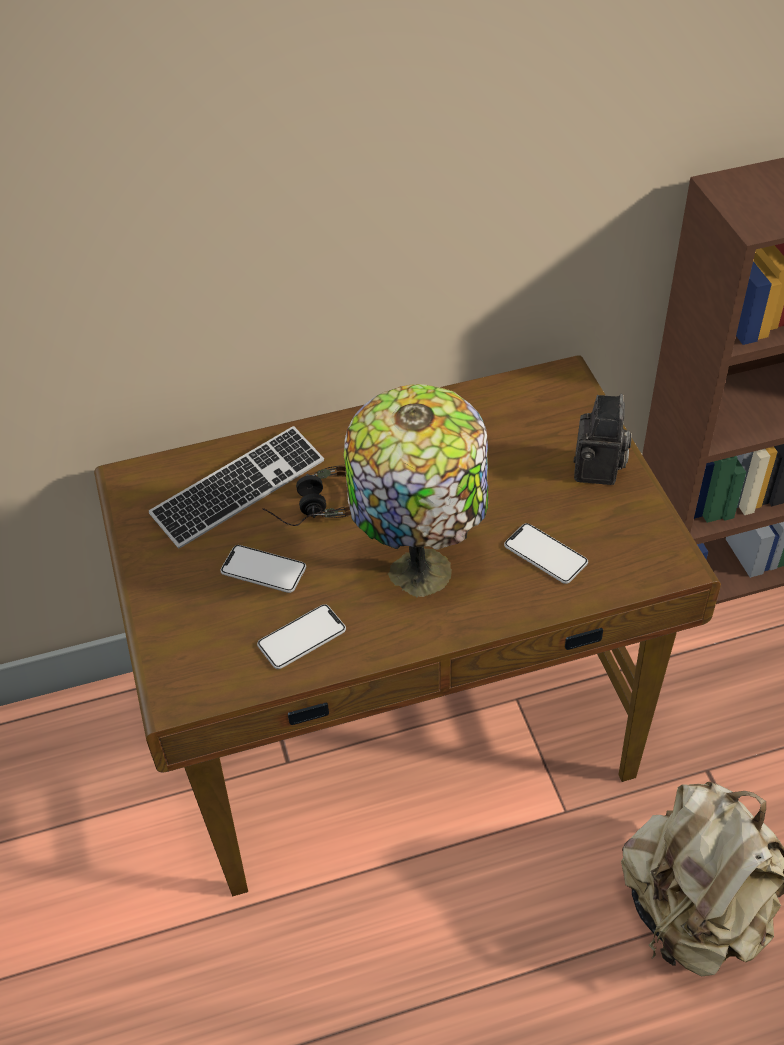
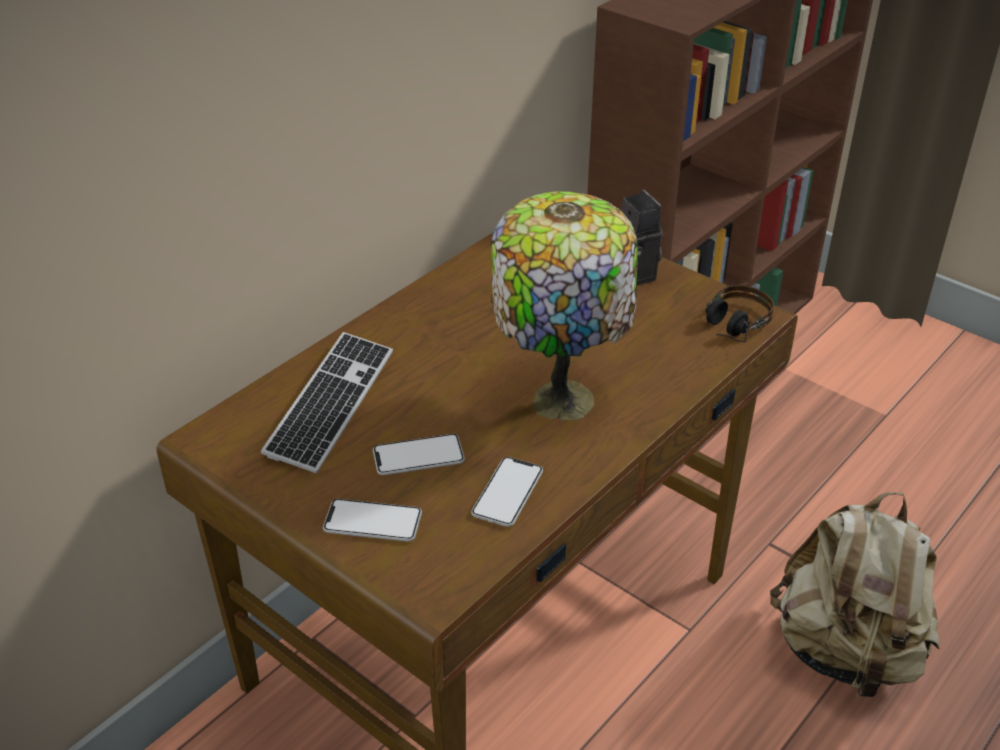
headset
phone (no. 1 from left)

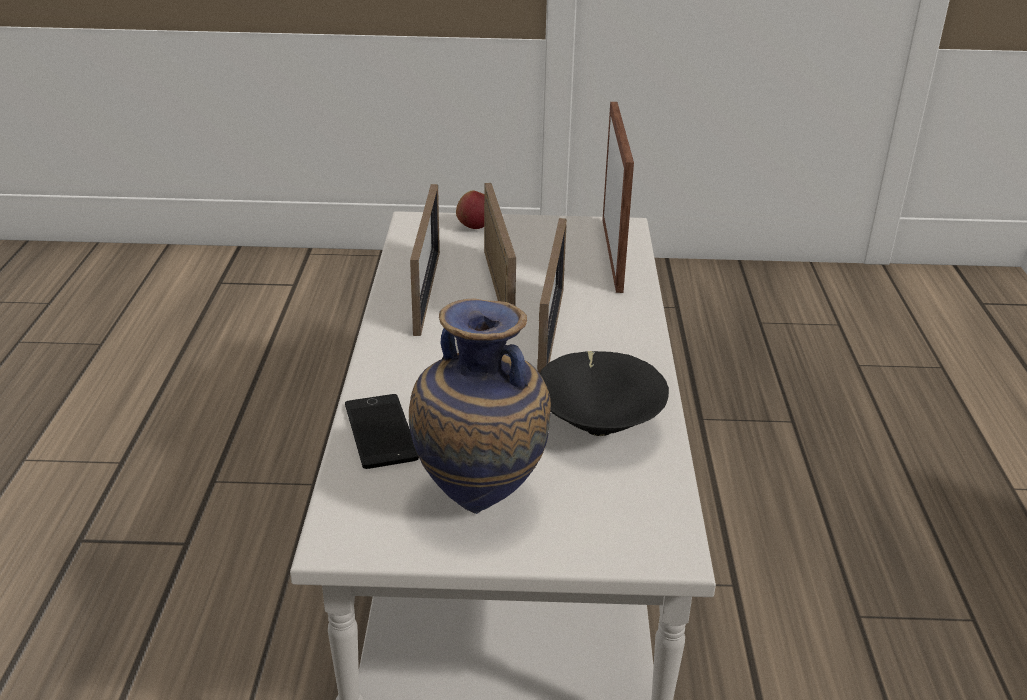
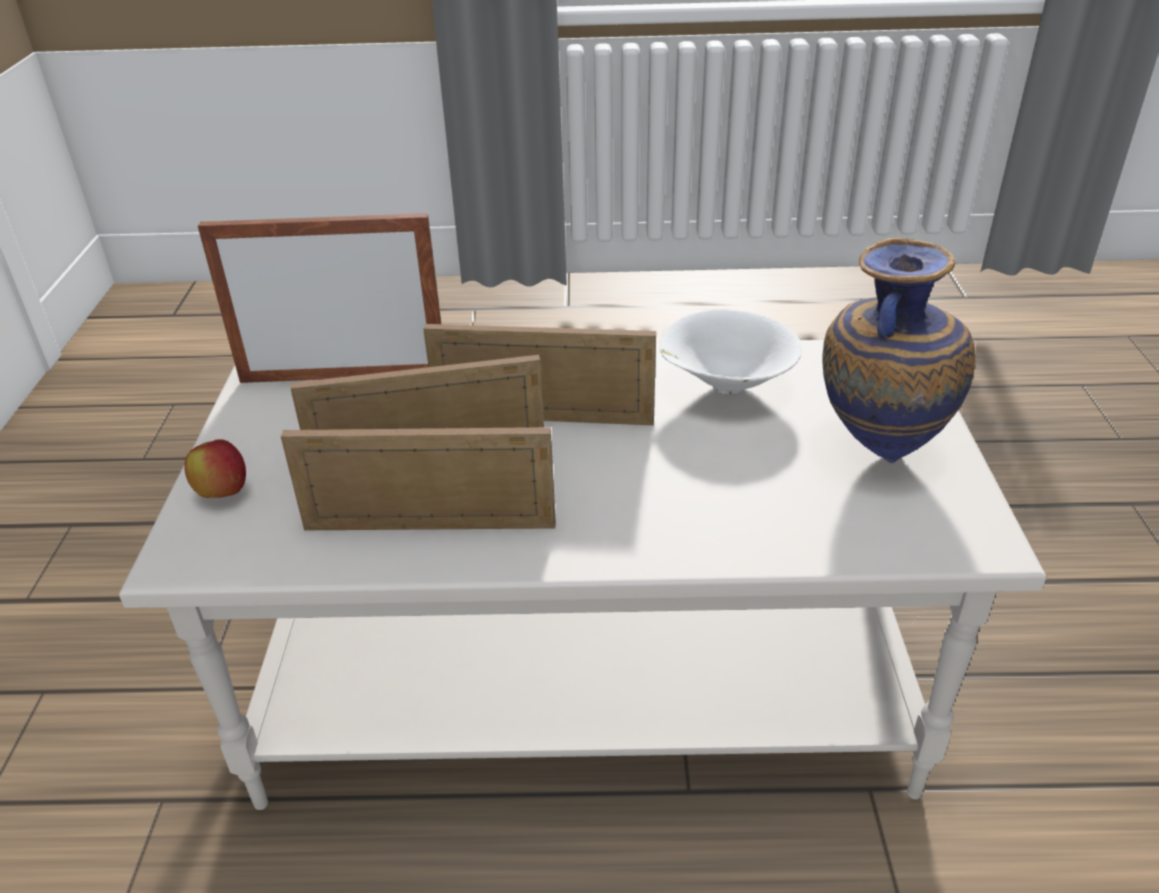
whitish deep dish
phone

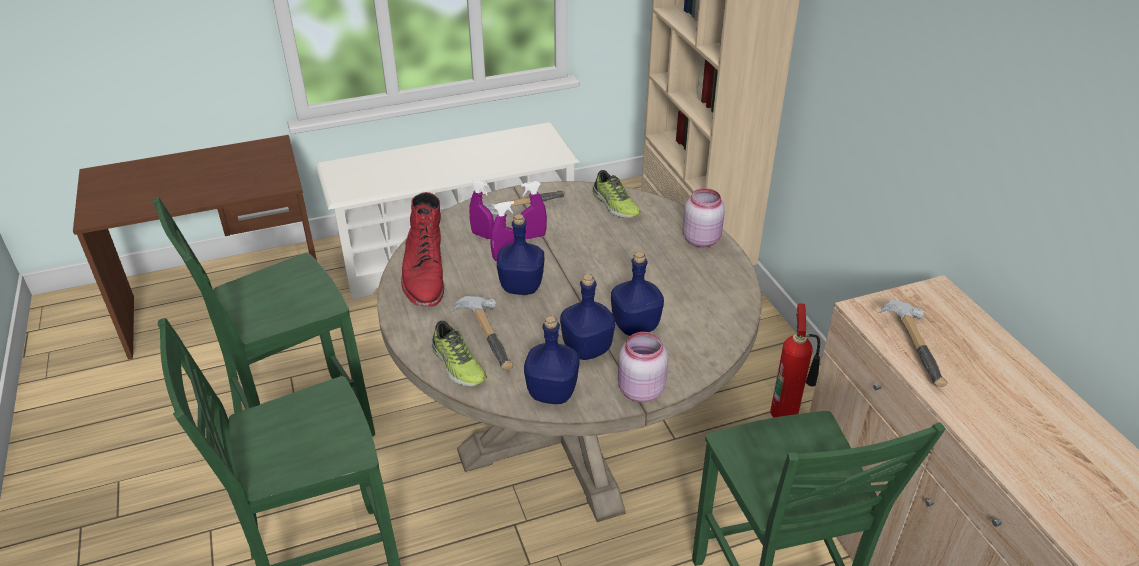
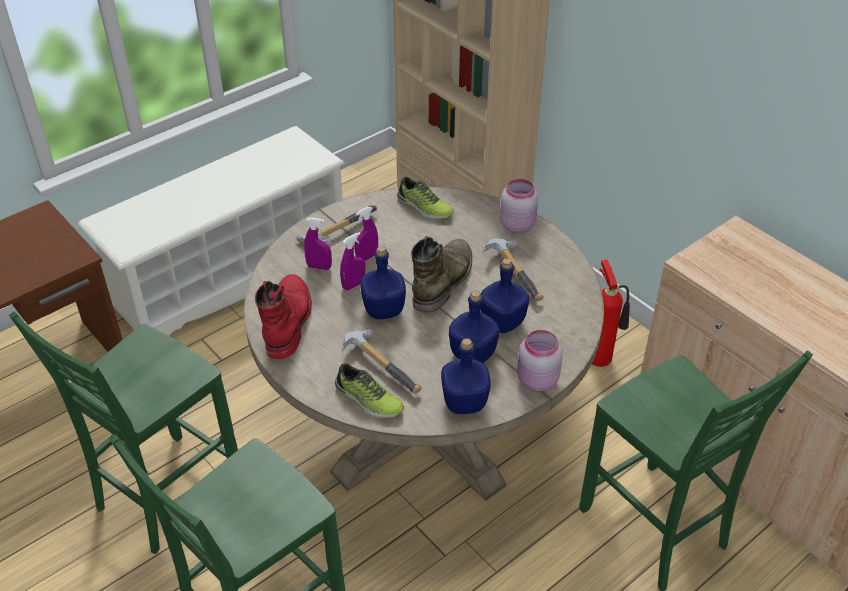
red-coloured high-top boot
hand hammer (no. 3 from left)
green-coloured high-top boot

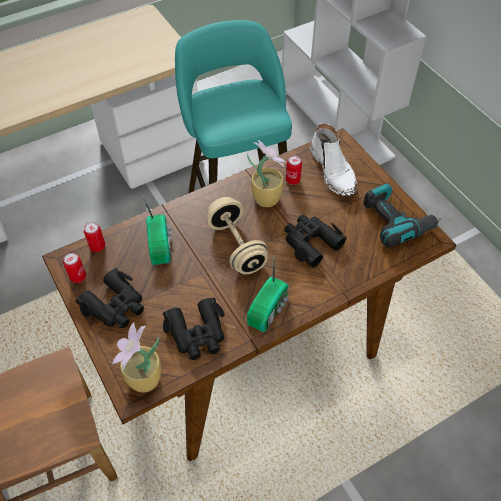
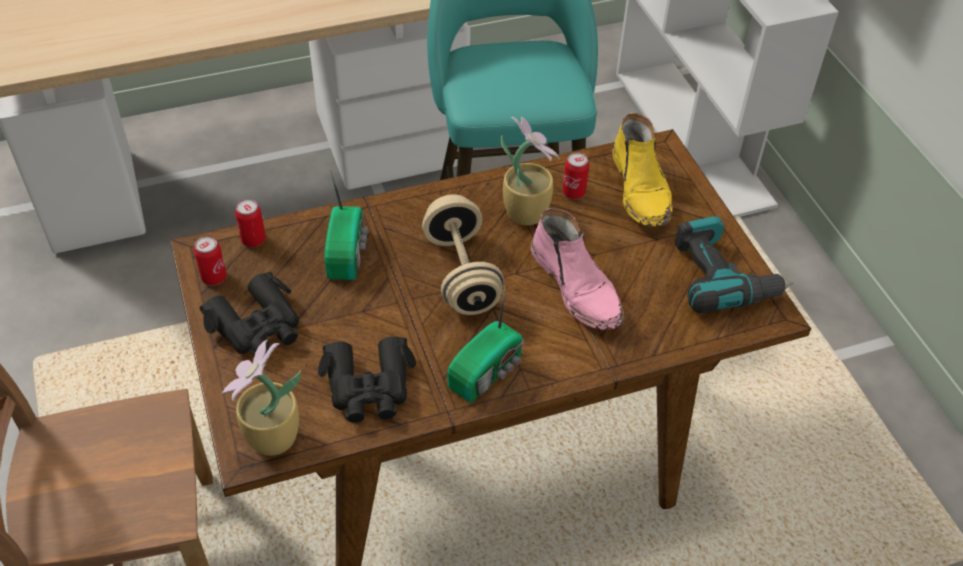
yellowish high-top boot
pink-coloured high-top boot

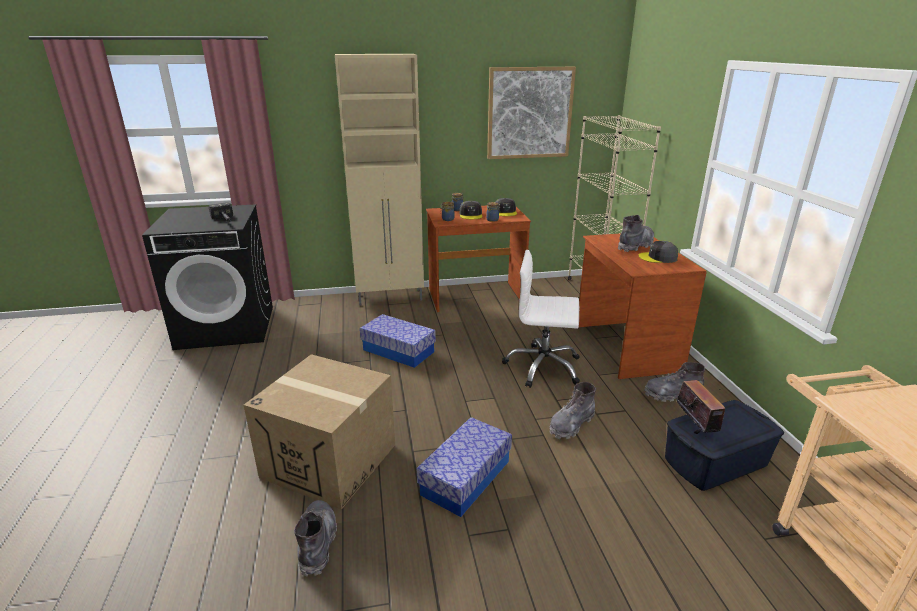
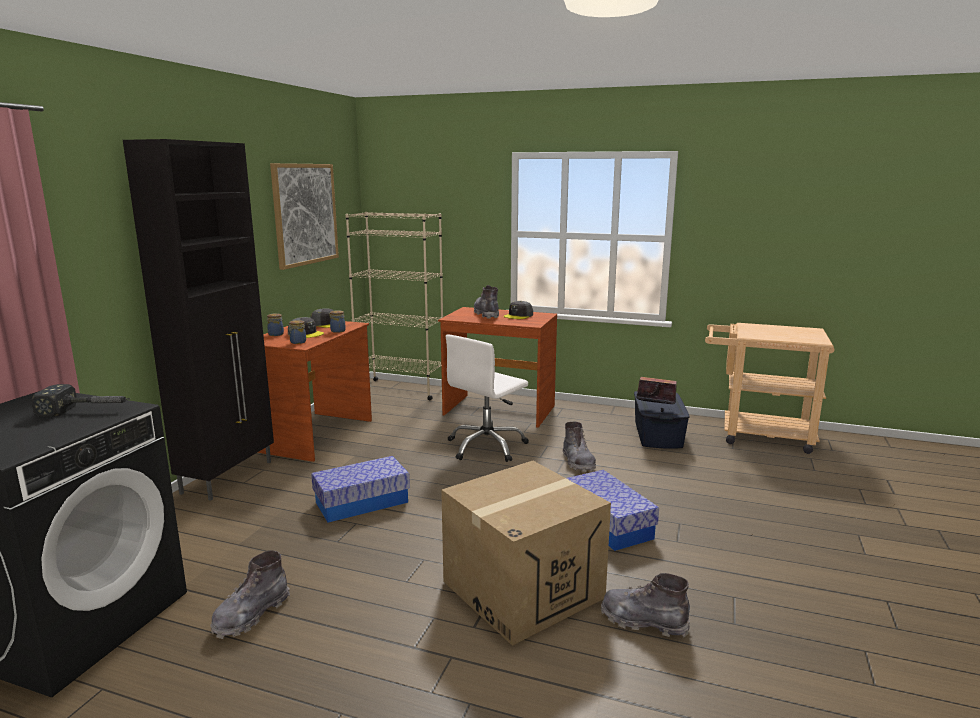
black storage cabinet
gray high-top boot (no. 1 from left)

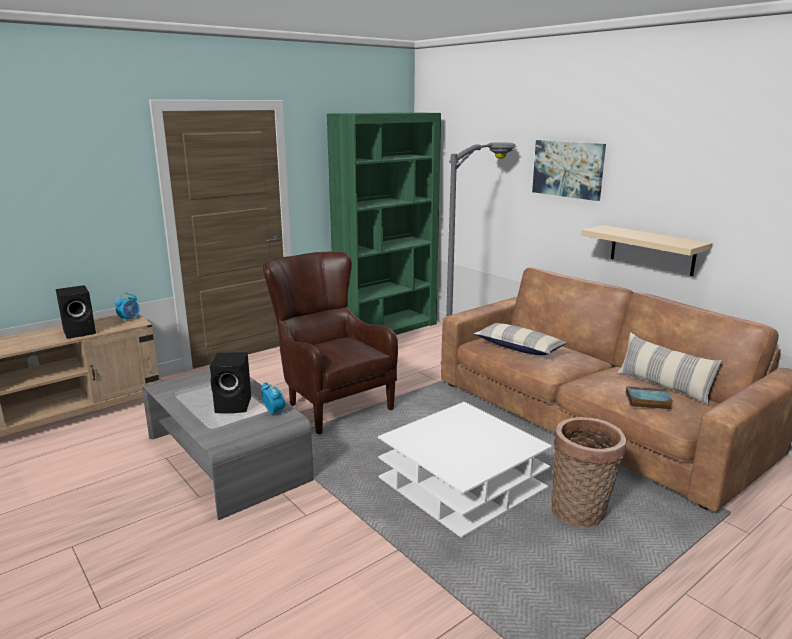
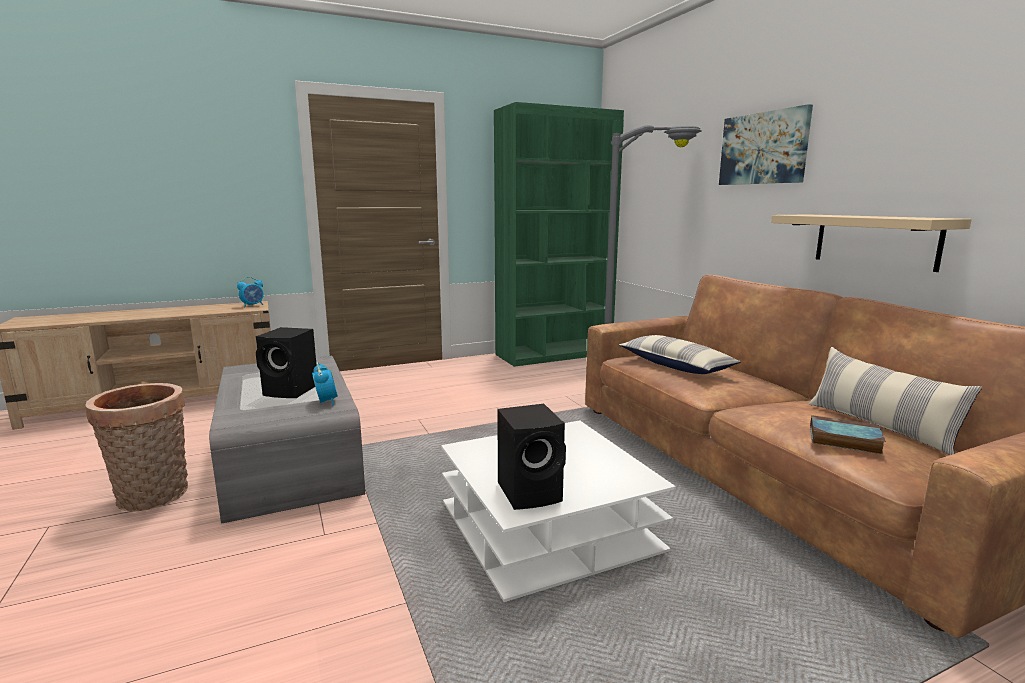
brown-coloured easy chair
black speaker (no. 2 from left)
basket

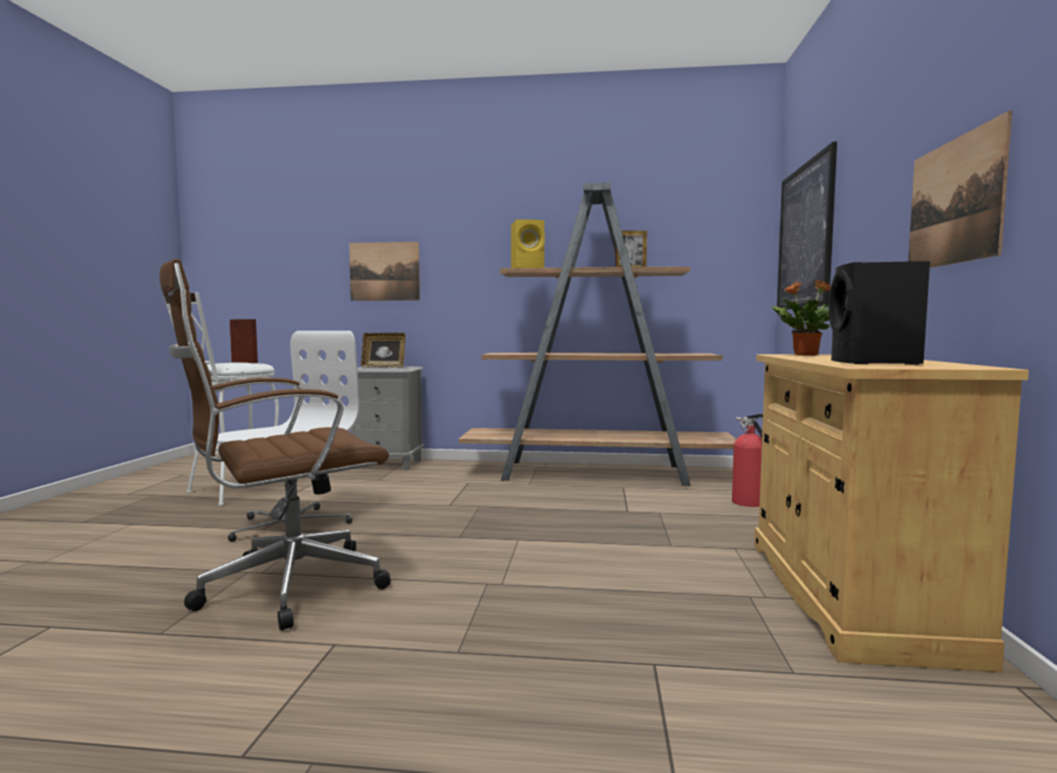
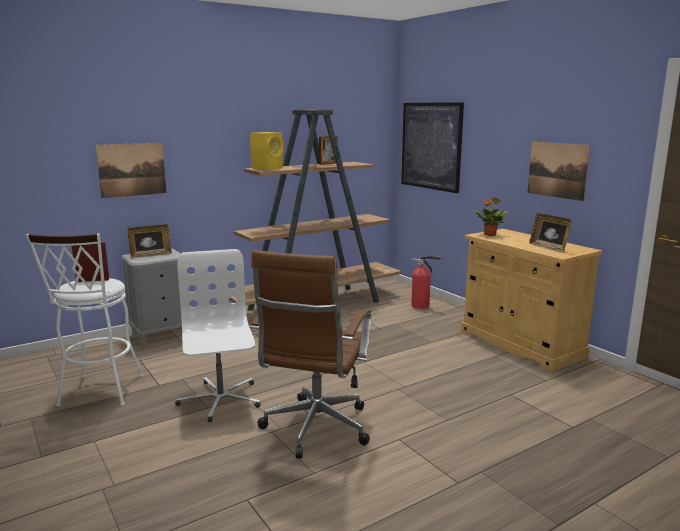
photo frame (no. 4 from left)

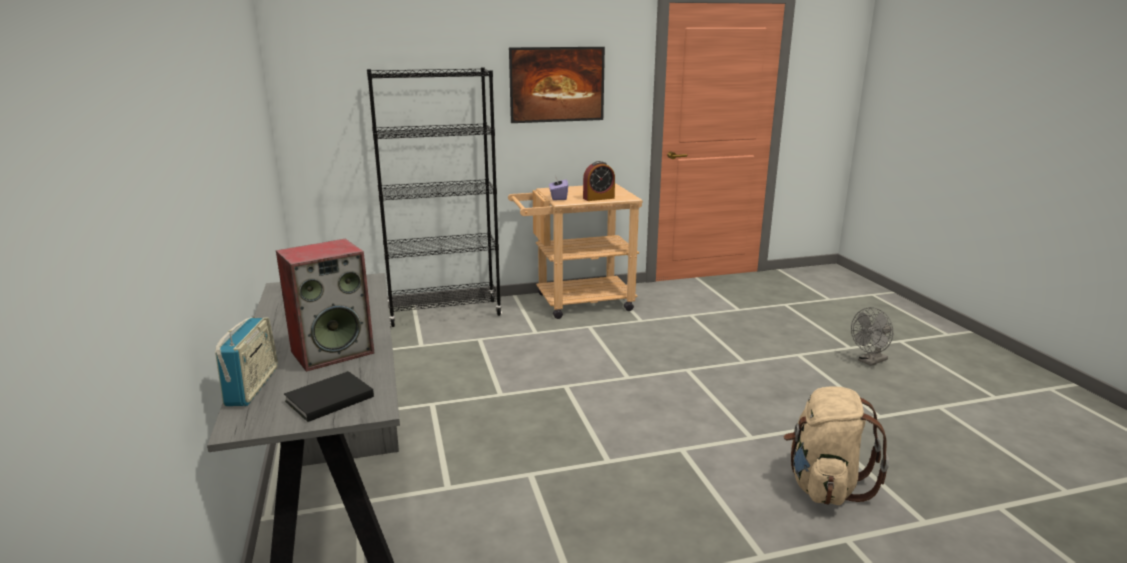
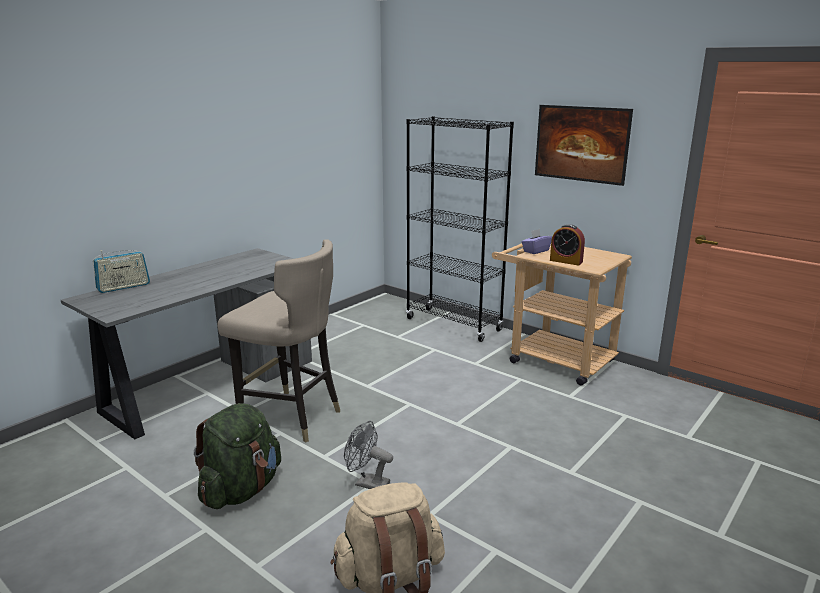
speaker
gray cooling fan
black bound book
beige-coloured stool
green-coloured knapsack

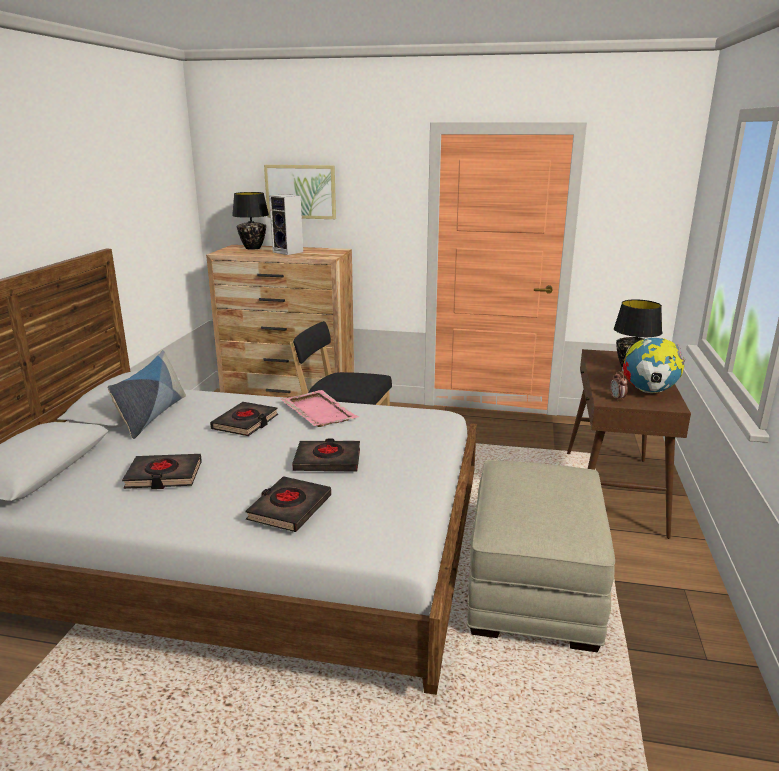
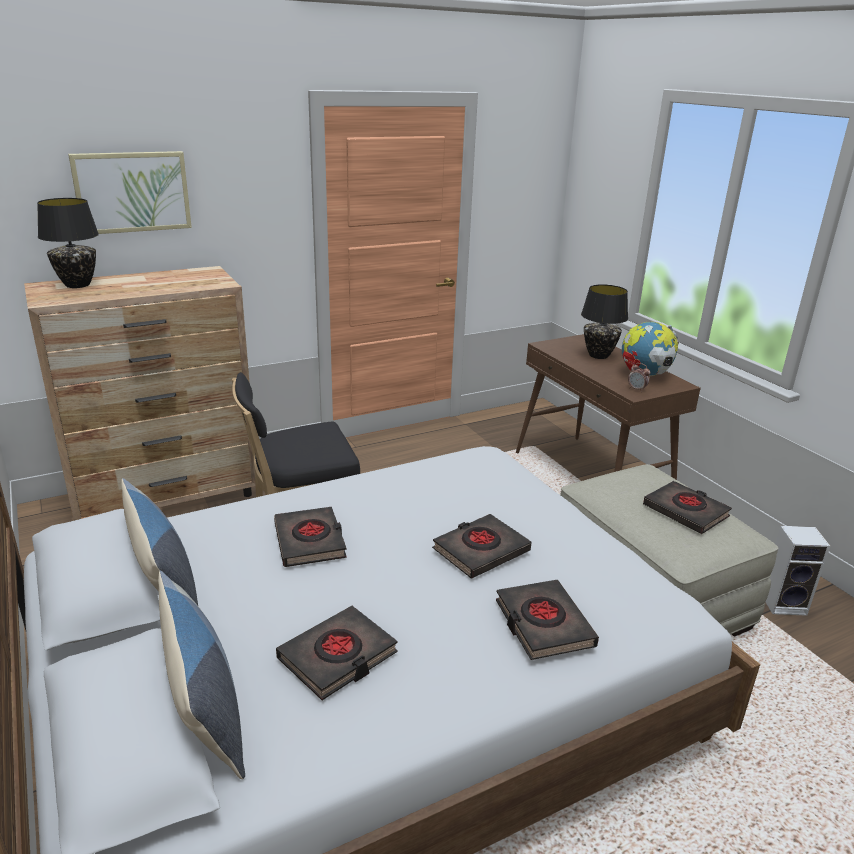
speaker
pink-coloured carrying tray
black bound book (no. 5 from left)
throw pillow (no. 2 from left)

